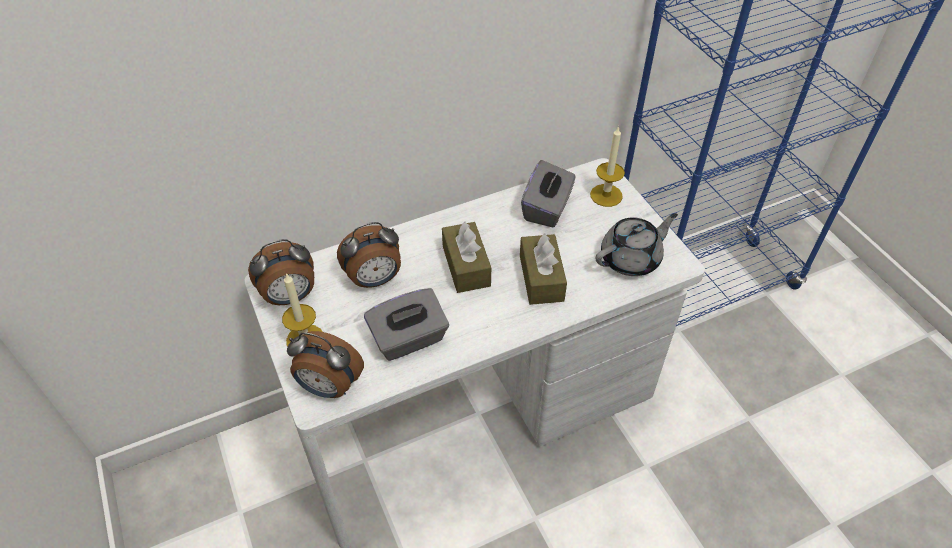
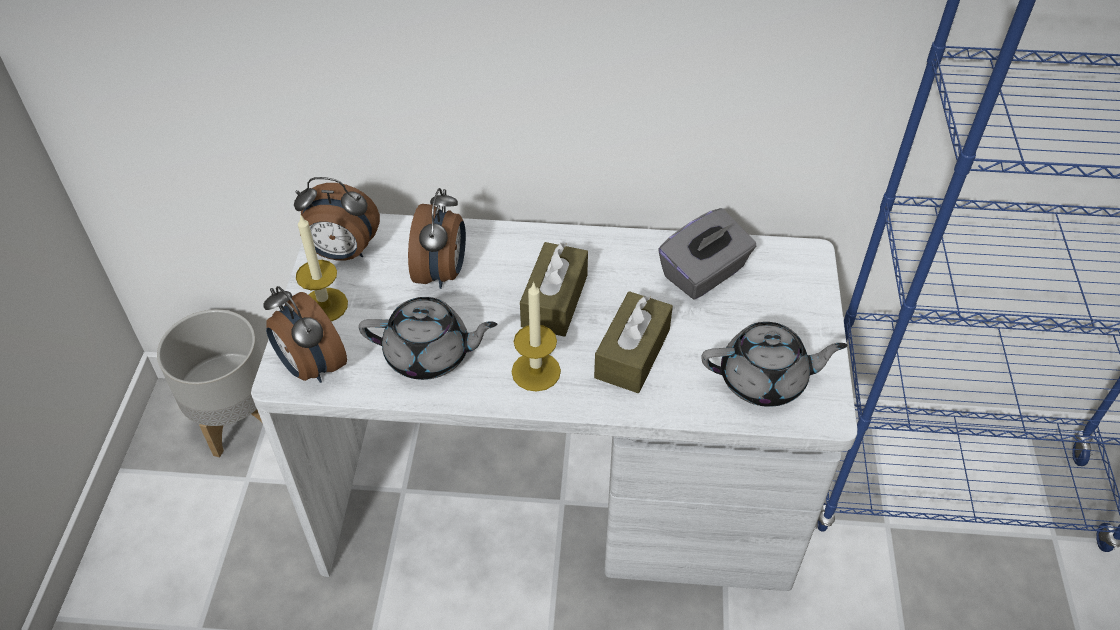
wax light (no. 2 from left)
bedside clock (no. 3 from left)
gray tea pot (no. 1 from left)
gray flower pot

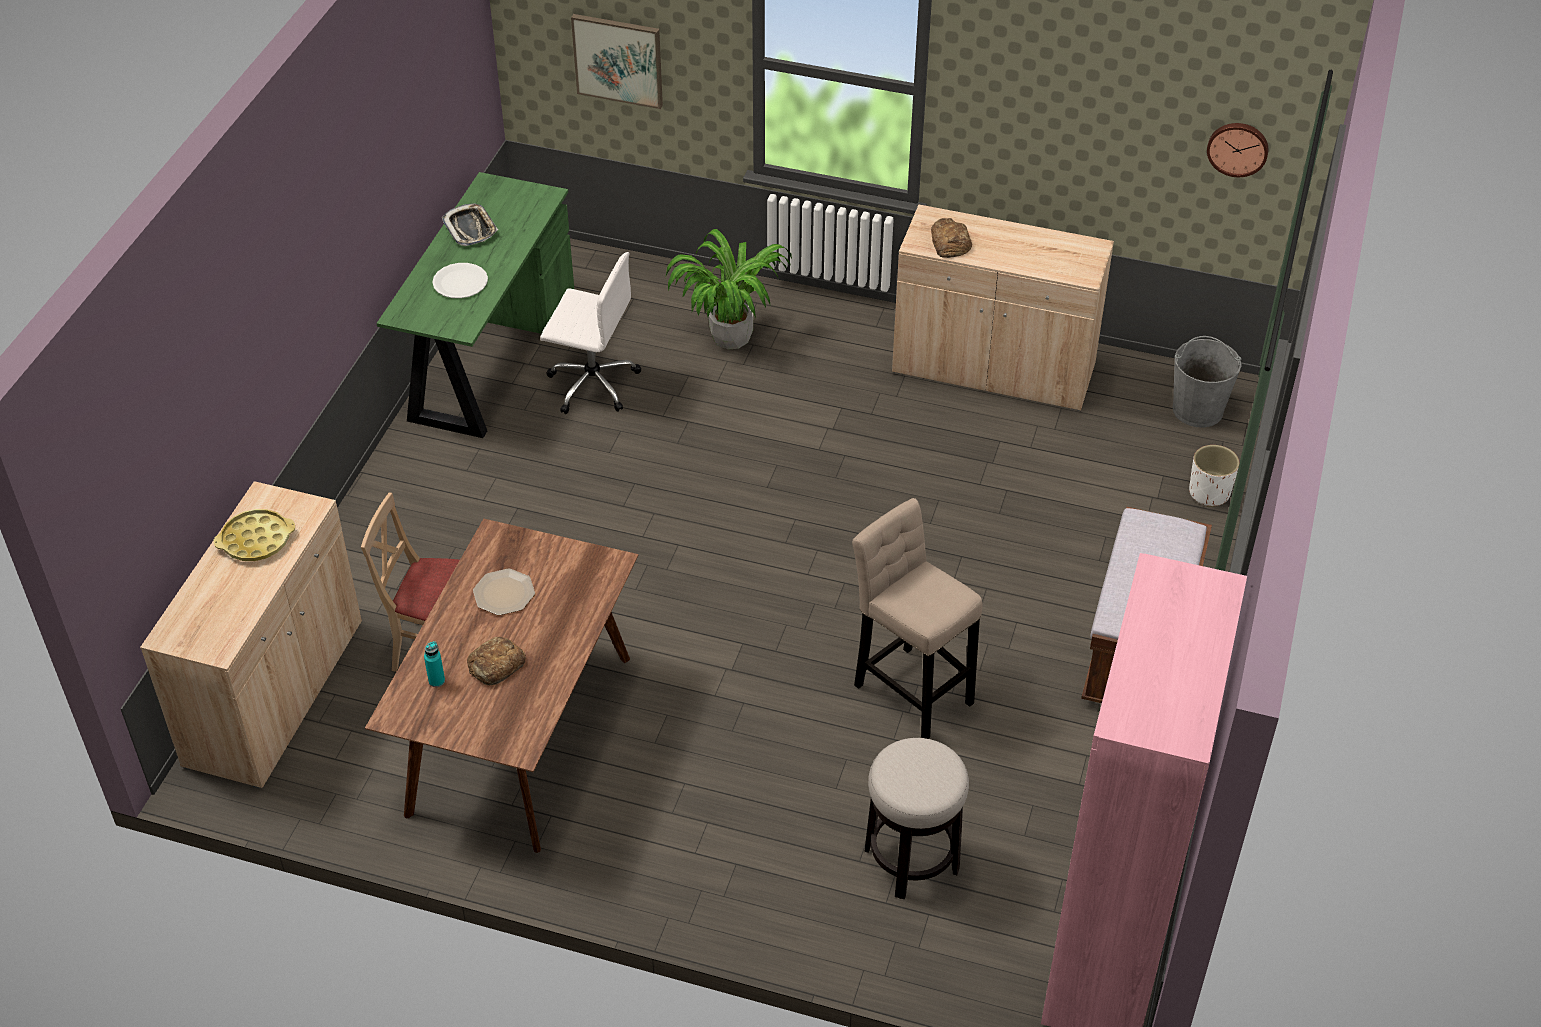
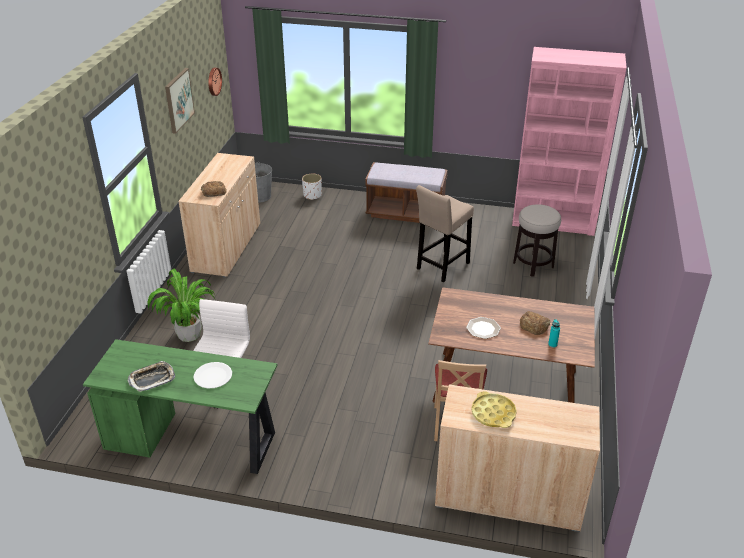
wall picture

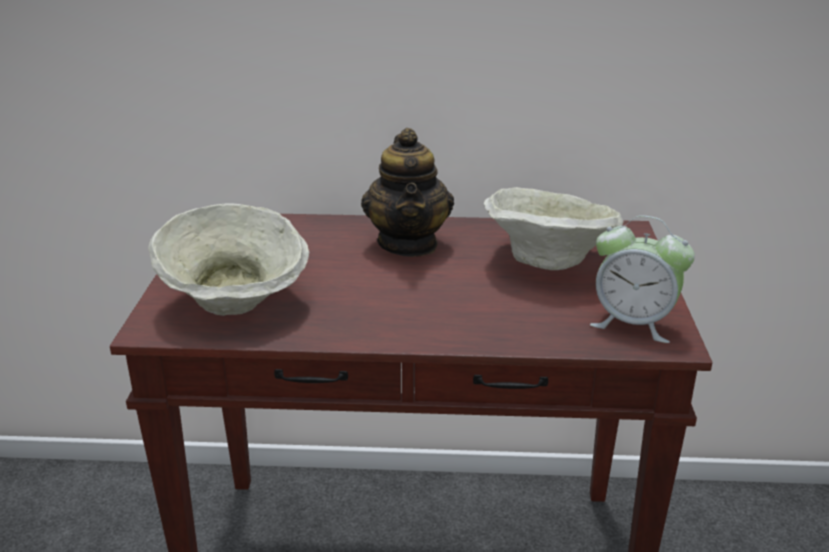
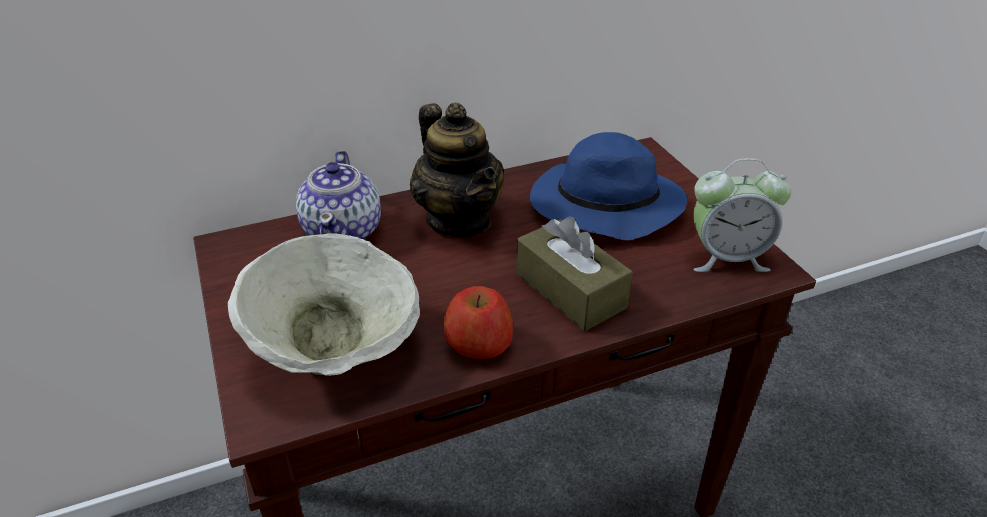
blue hat
tea pot (no. 1 from left)
brown-coloured tissue holder
apple

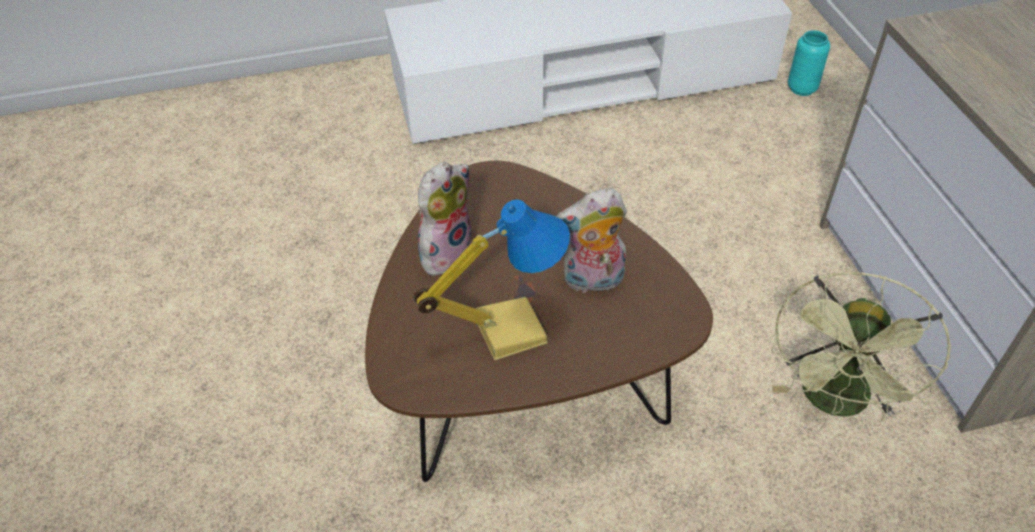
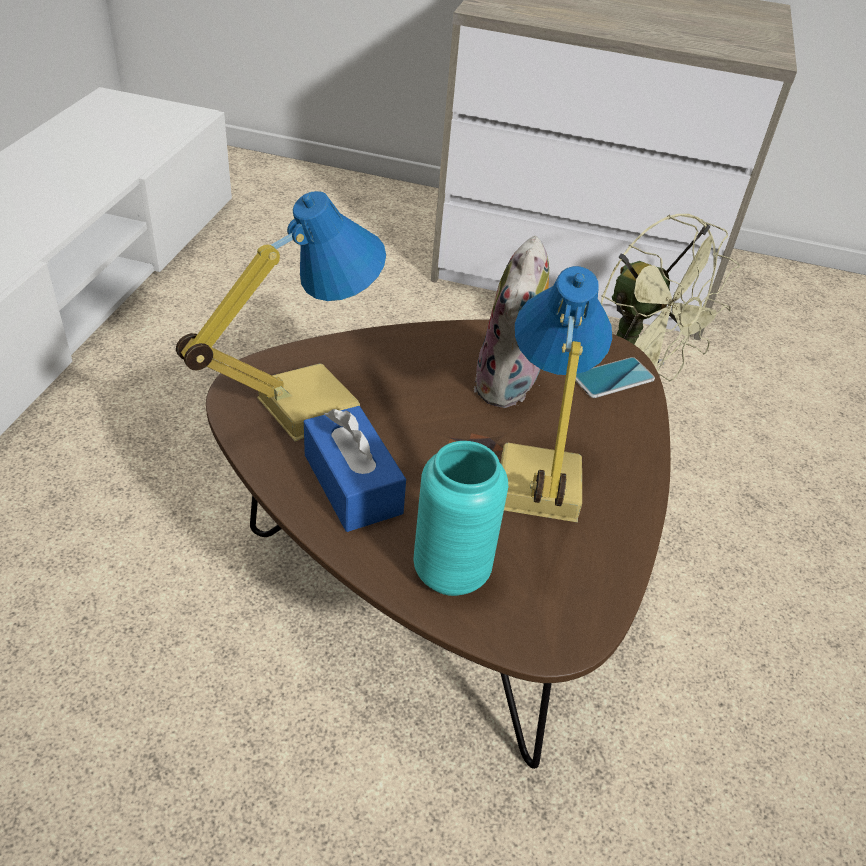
turquoise-coloured flower vase
blue tissue holder
tabletop lamp (no. 1 from left)
phone

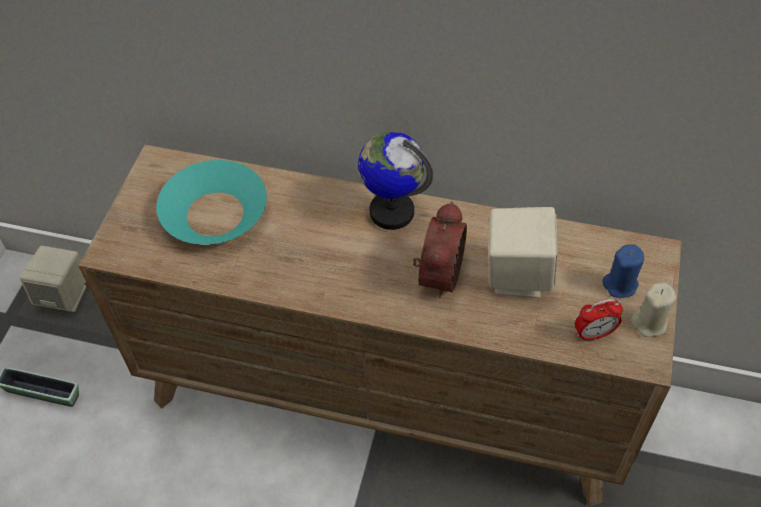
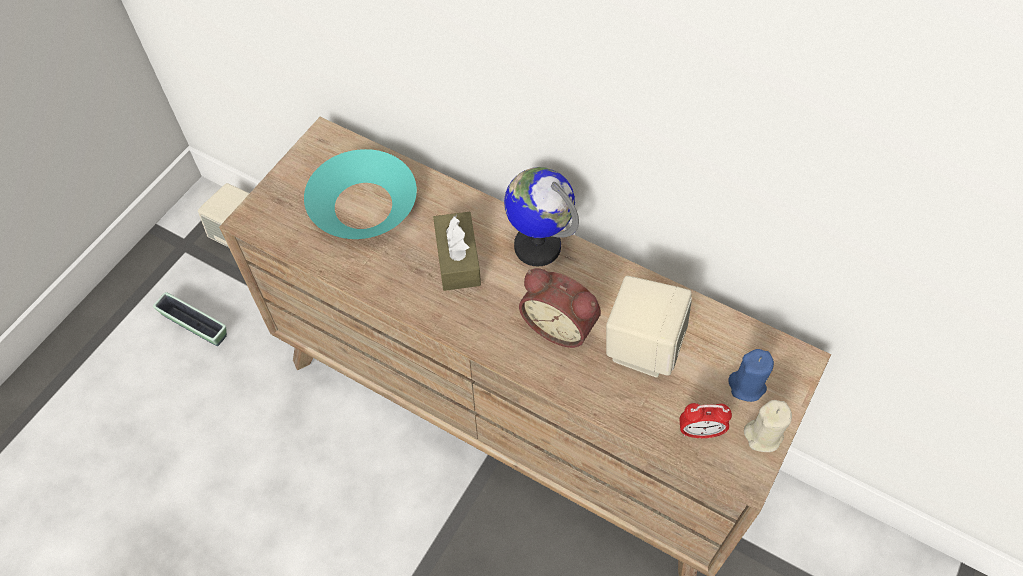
bedside clock (no. 1 from left)
brown-coloured tissue holder

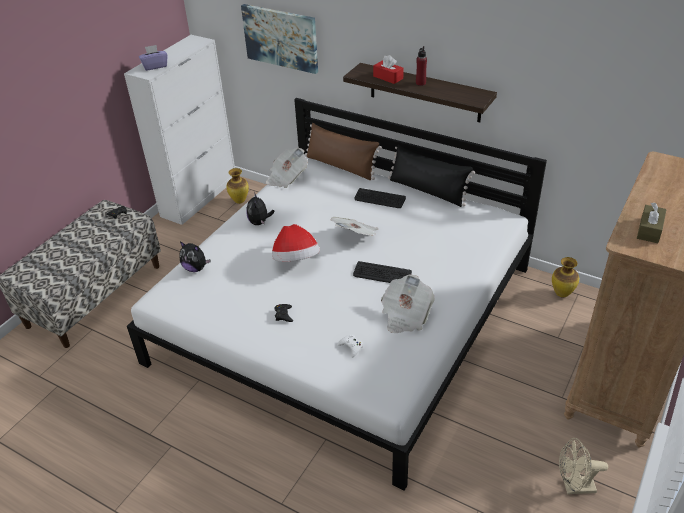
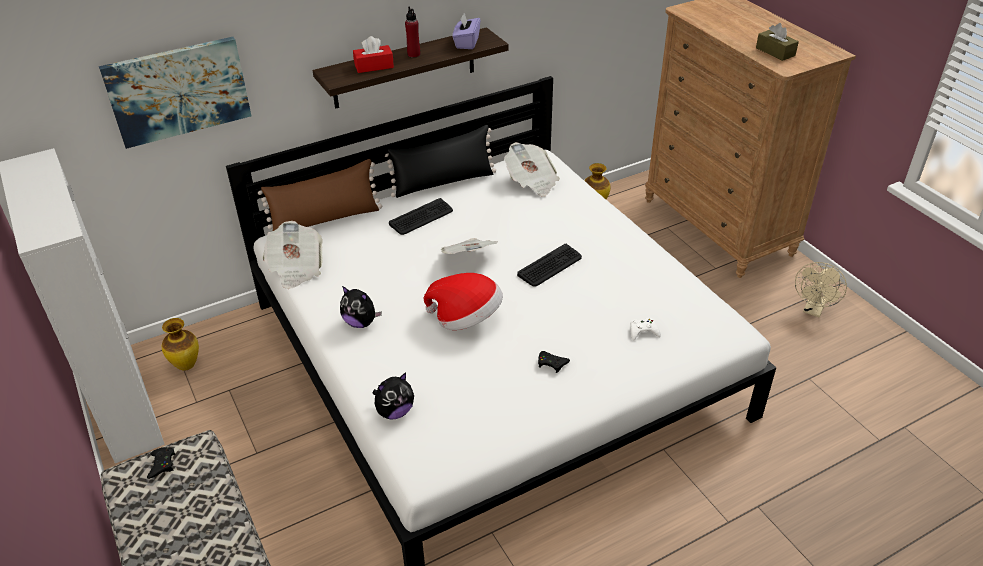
purple-coloured tissue holder
printed paper (no. 3 from left)

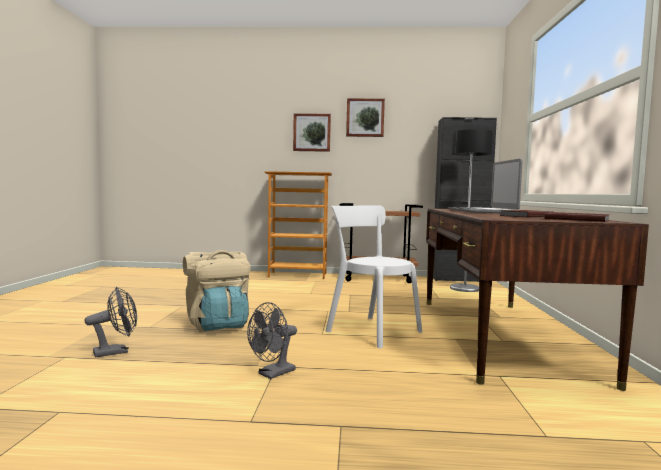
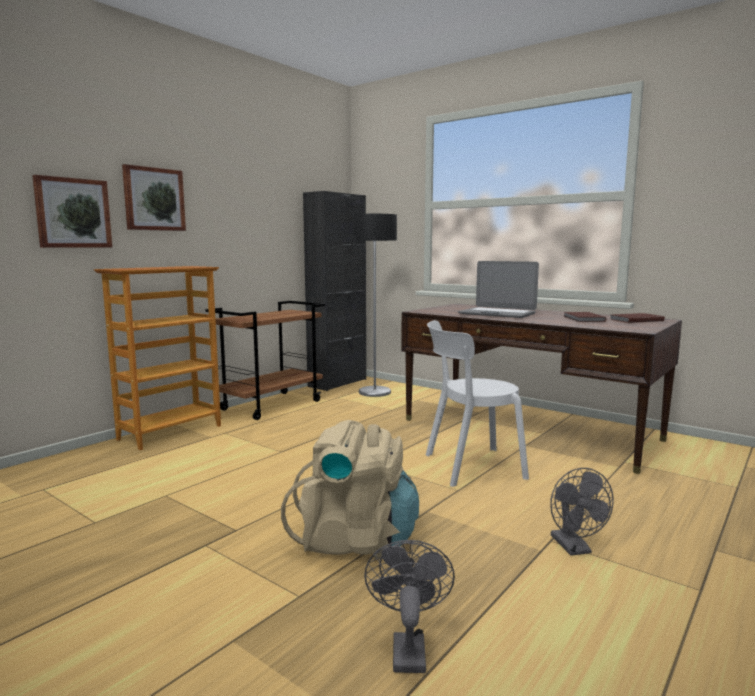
wall picture (no. 1 from left)

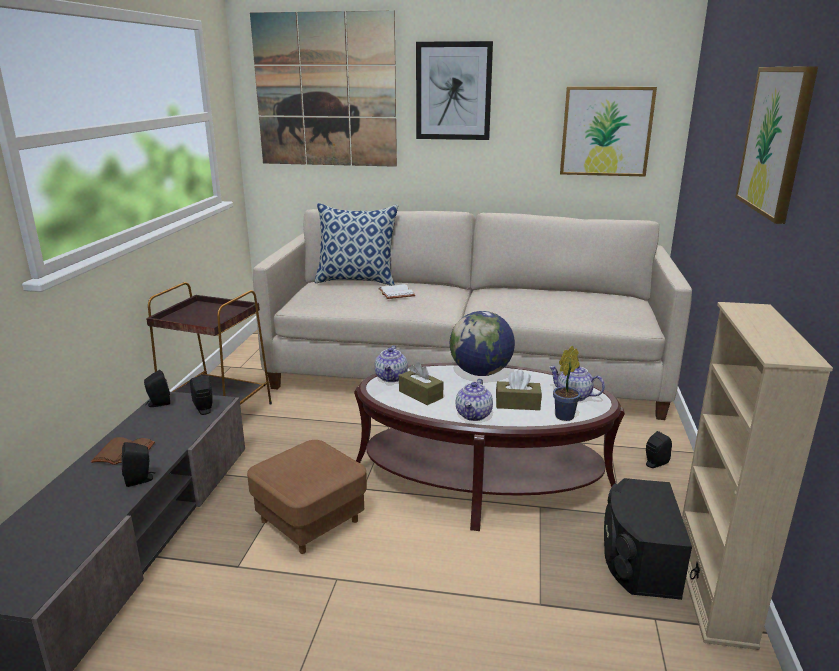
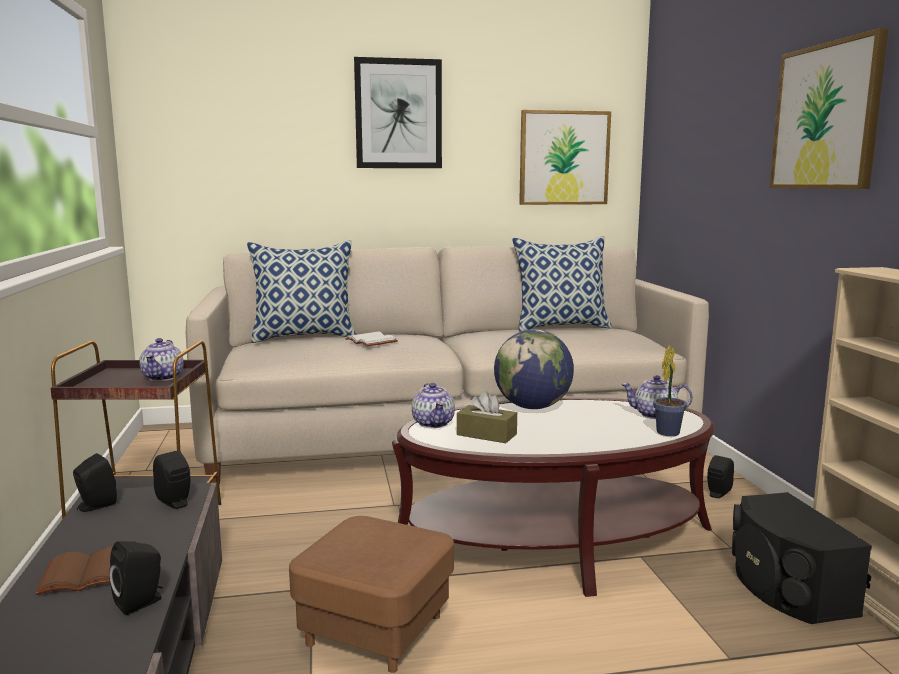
wall picture (no. 1 from left in the first image)
brown-coloured tissue holder (no. 2 from left in the first image)
tea pot (no. 1 from left)
throw pillow (no. 2 from left)

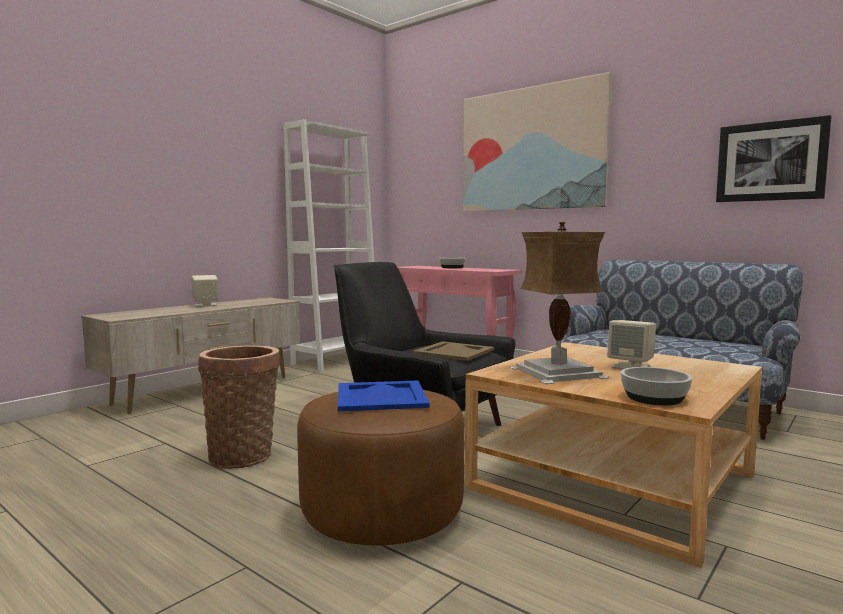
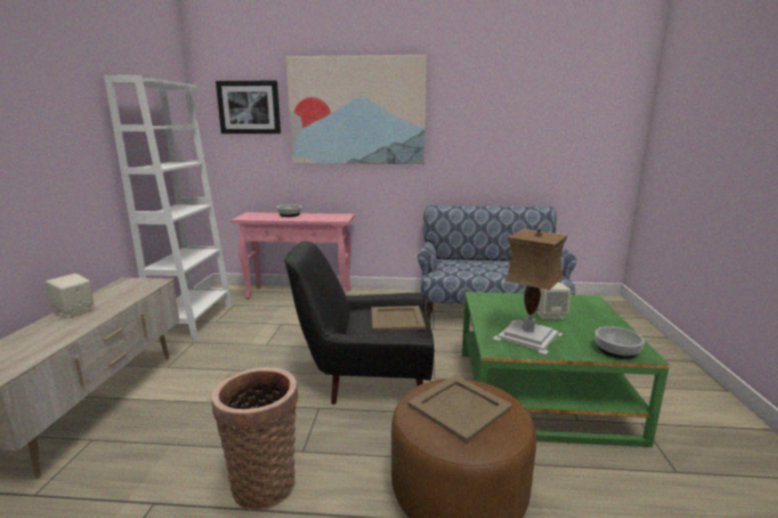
wall picture (no. 1 from left)
green-coloured low table
beige-coloured carrying tray (no. 2 from left)

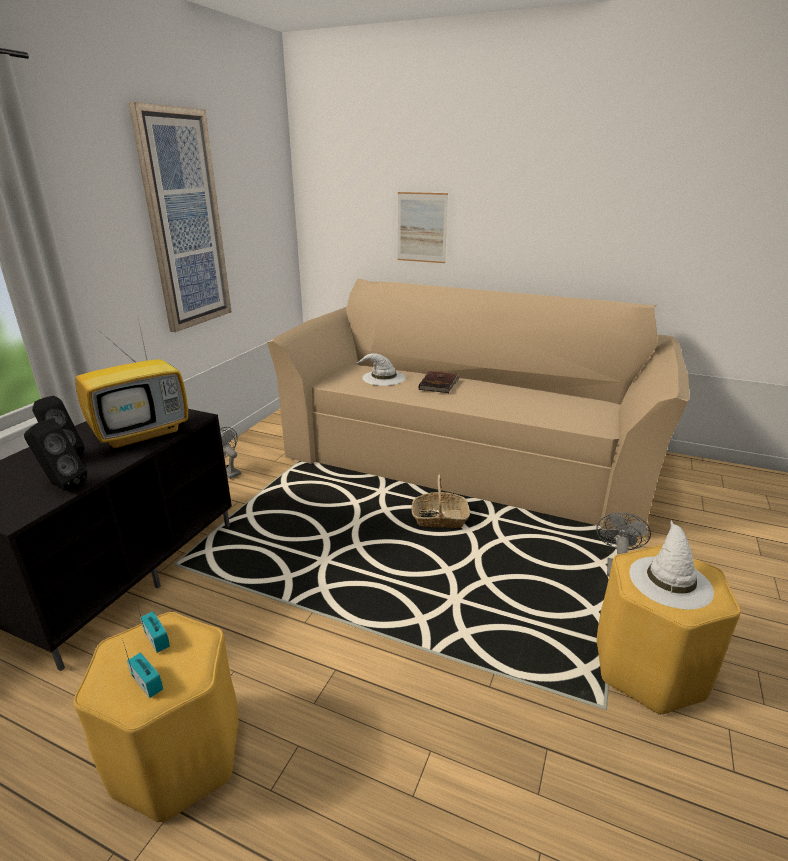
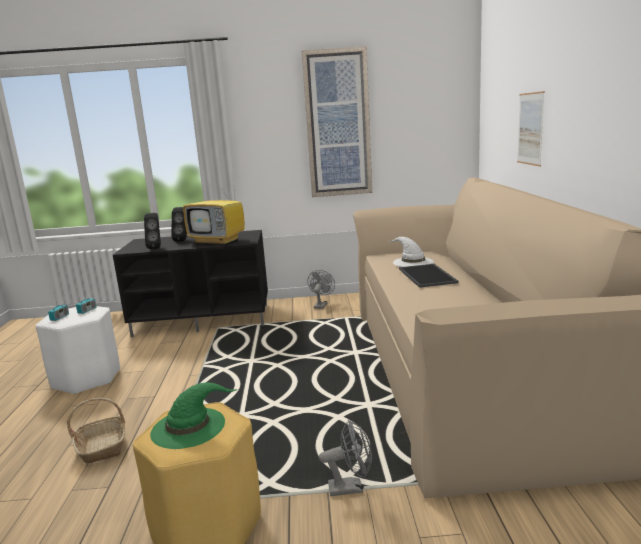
carrying tray
basket
green-coloured hat
whitish stool

